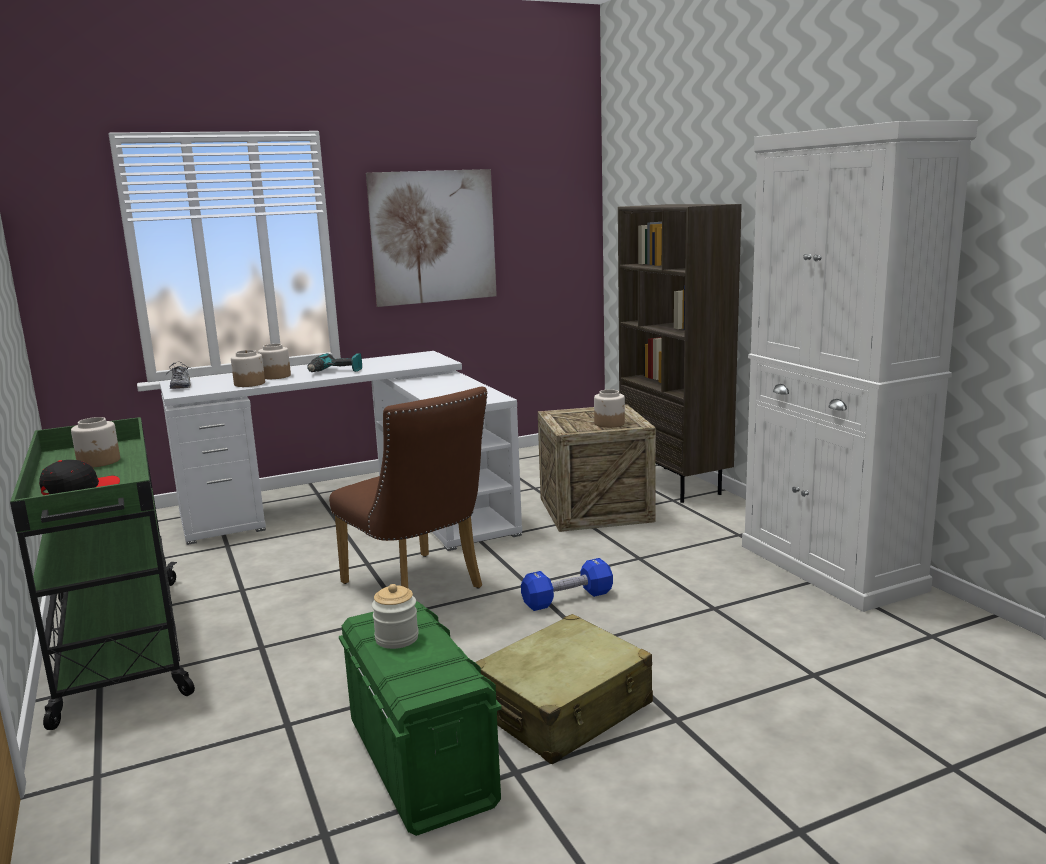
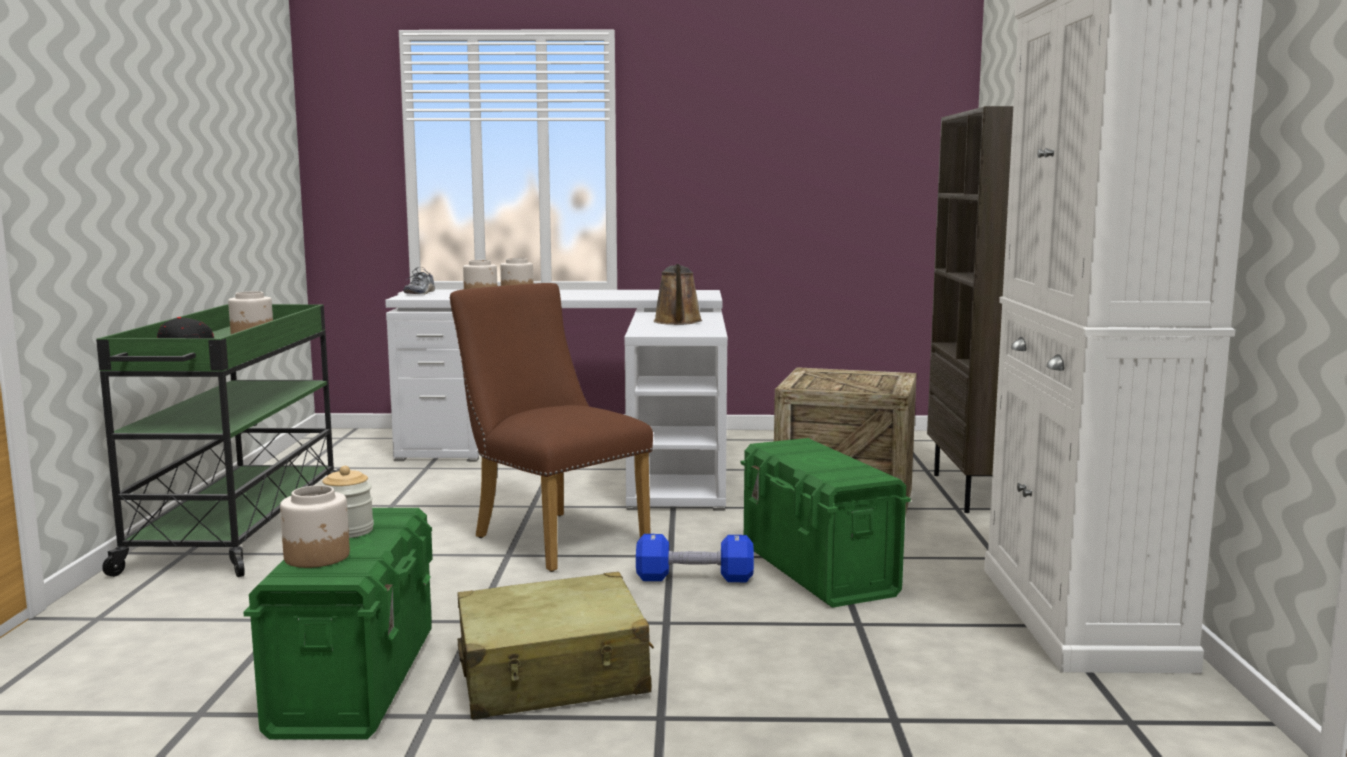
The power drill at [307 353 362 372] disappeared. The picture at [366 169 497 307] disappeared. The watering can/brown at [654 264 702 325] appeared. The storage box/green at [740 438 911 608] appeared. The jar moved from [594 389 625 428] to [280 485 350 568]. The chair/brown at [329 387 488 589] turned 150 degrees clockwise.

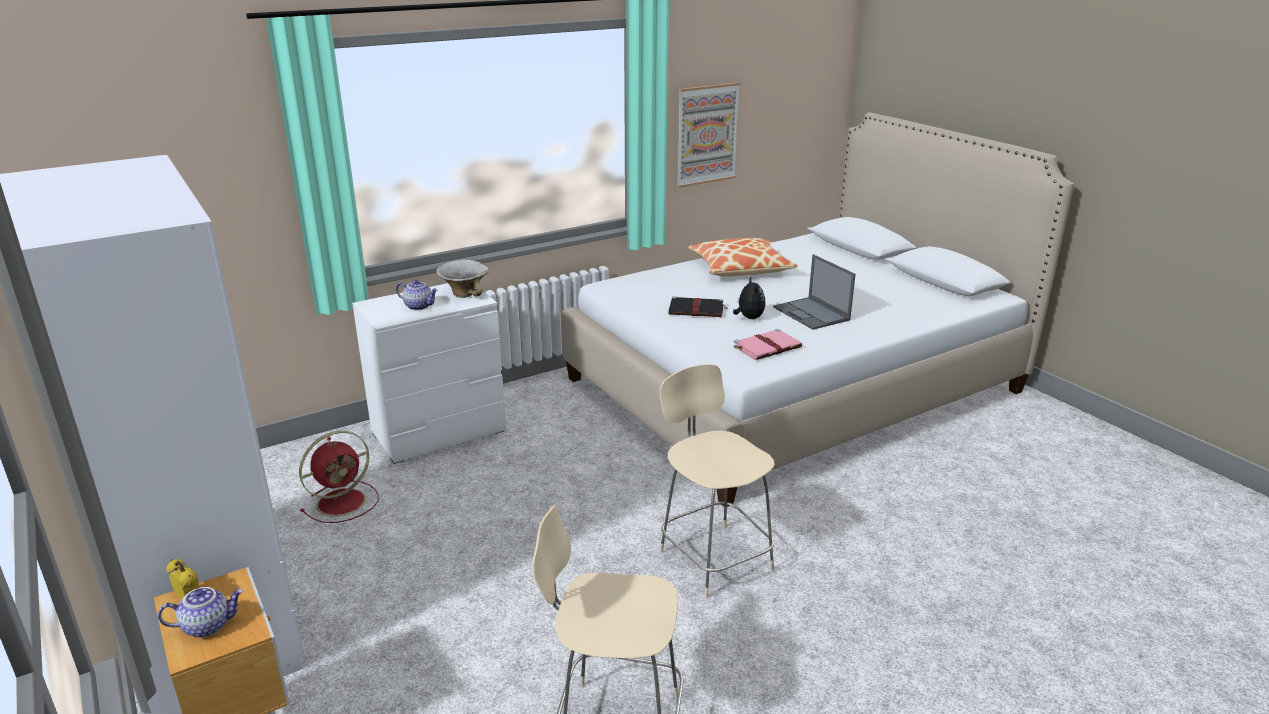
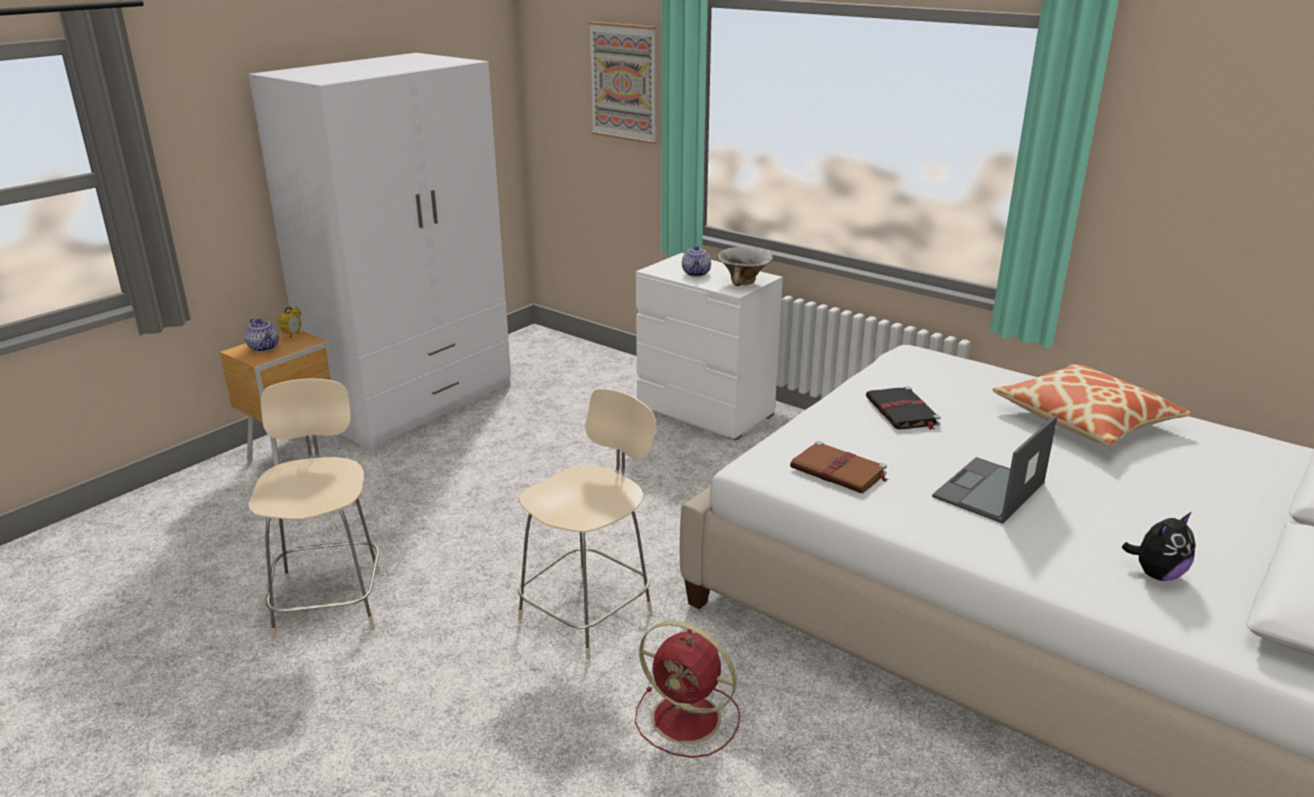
The fan/red moved from [299 431 379 523] to [635 621 740 758]. The picture moved from [677 82 740 188] to [588 22 656 144]. The plush toy moved from [733 277 766 319] to [1122 512 1196 581]. The book/pink at [733 329 802 360] became the book/brown at [790 441 889 493].

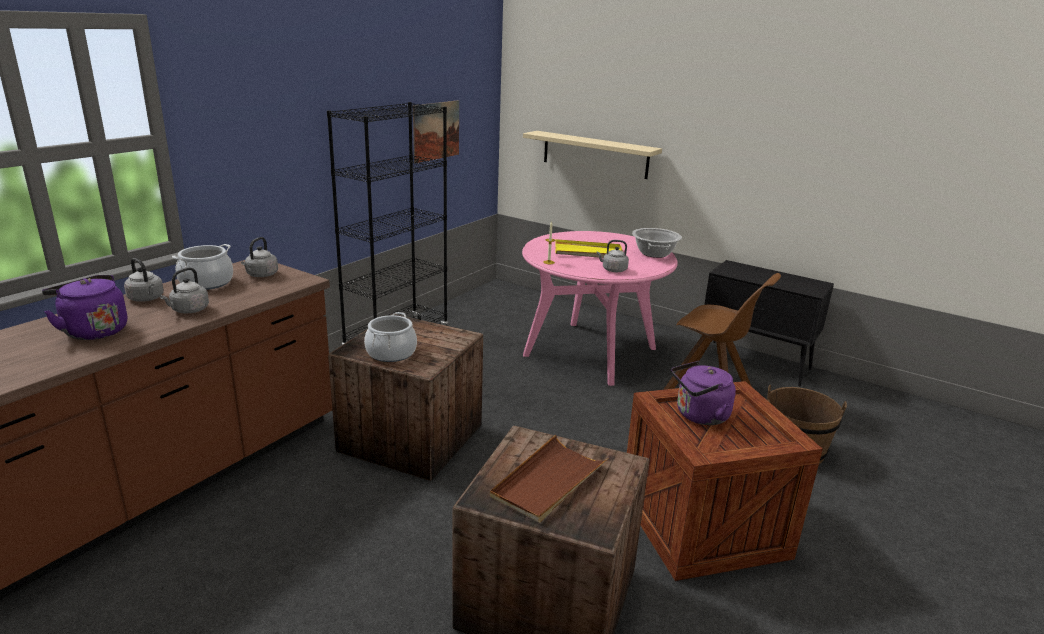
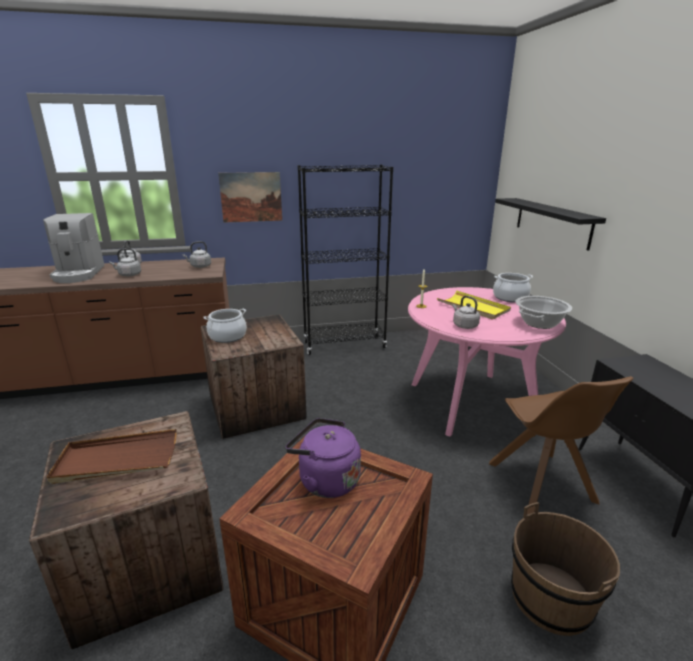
The cooking pot moved from [172 244 233 290] to [493 273 533 303]. The picture moved from [413 100 459 163] to [218 172 282 223]. The kettle/purple at [42 275 127 340] was replaced by the coffee machine at [43 213 104 283]. The shelf/beige at [523 131 662 179] became the shelf/black at [495 198 606 251].

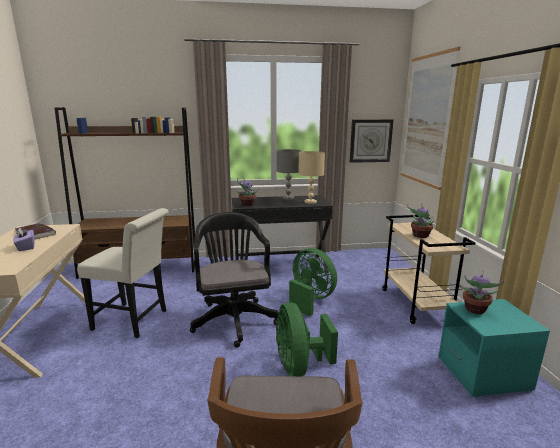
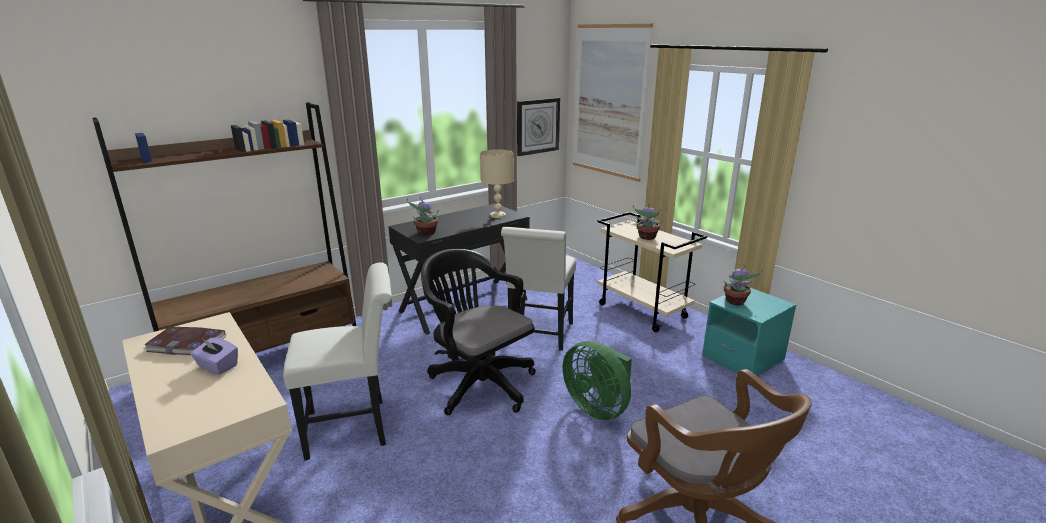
The table lamp/grey at [276 149 301 200] disappeared. The fan/green at [289 248 337 316] was replaced by the chair/white at [501 227 576 351].

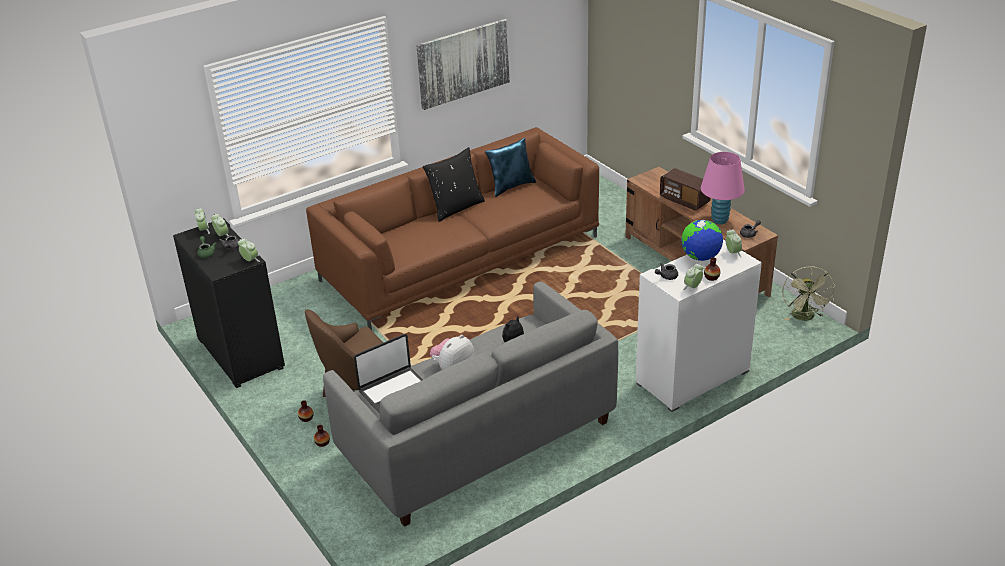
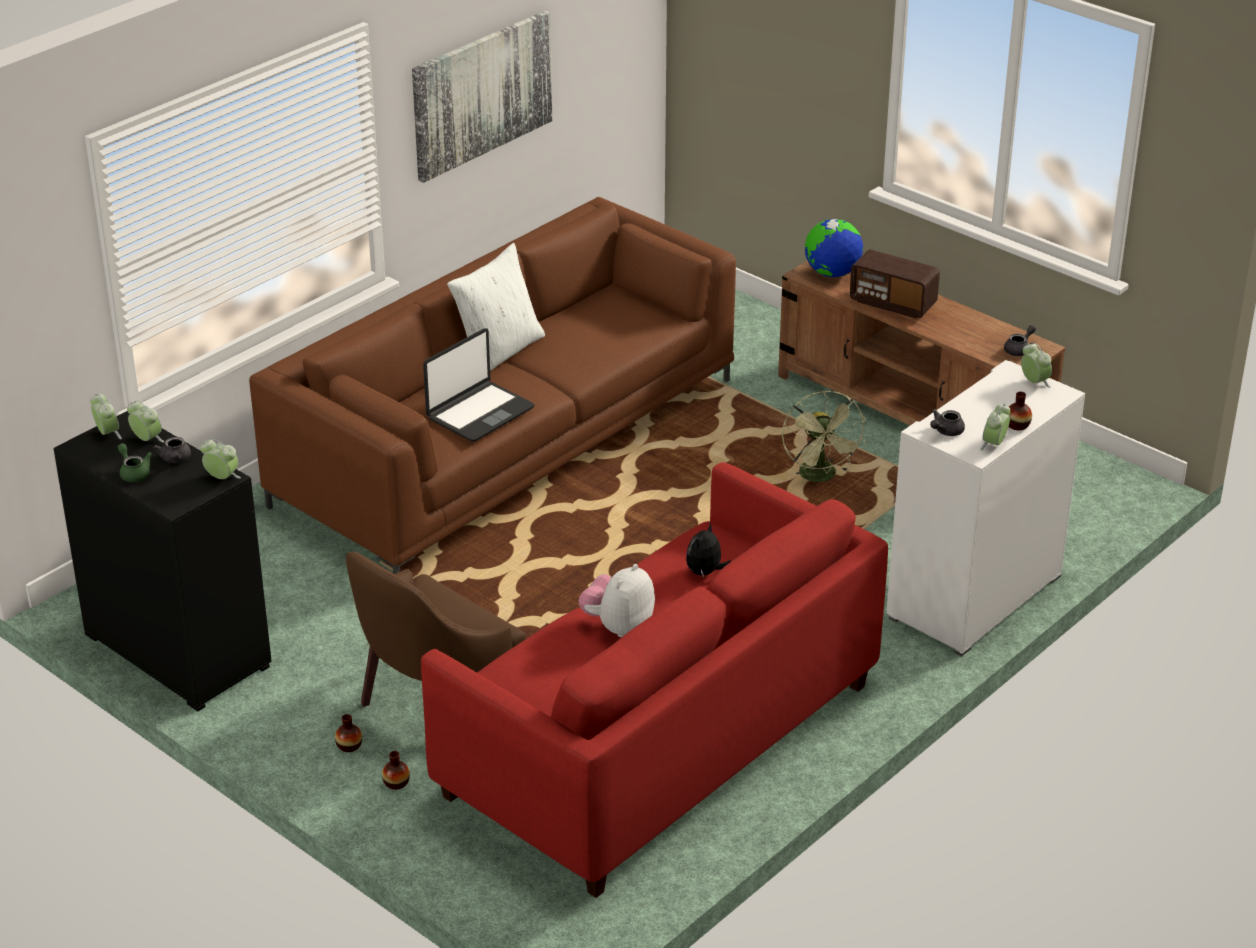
The pillow/blue at [485 138 536 197] disappeared. The table lamp/pink at [701 152 745 224] disappeared. The laptop moved from [354 334 423 413] to [423 328 534 442]. The globe moved from [681 220 723 261] to [805 219 863 277]. The fan/green moved from [782 266 835 321] to [782 391 866 482]. The sofa/grey at [323 282 618 527] became the sofa/red at [421 462 888 898]. The pillow/black at [423 147 485 222] became the pillow/white at [447 243 545 371].

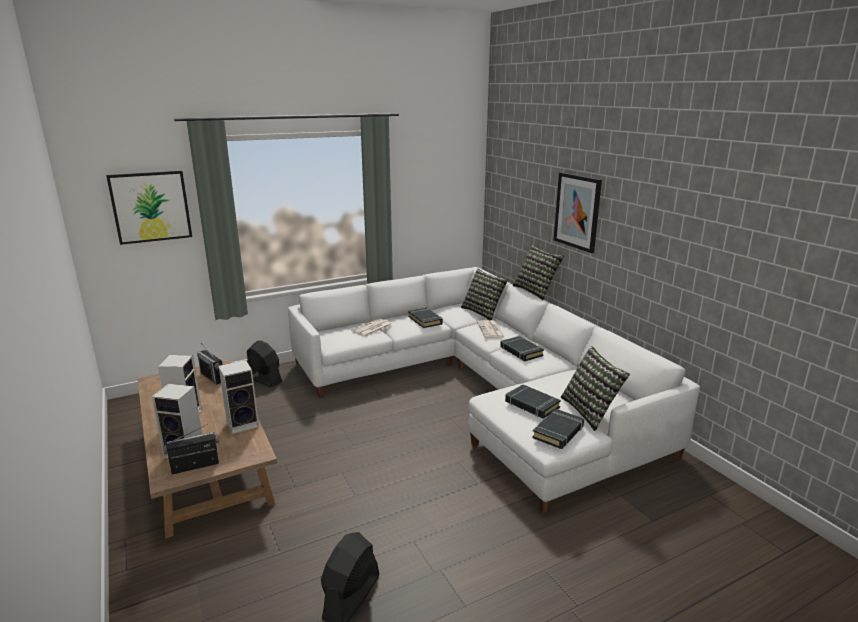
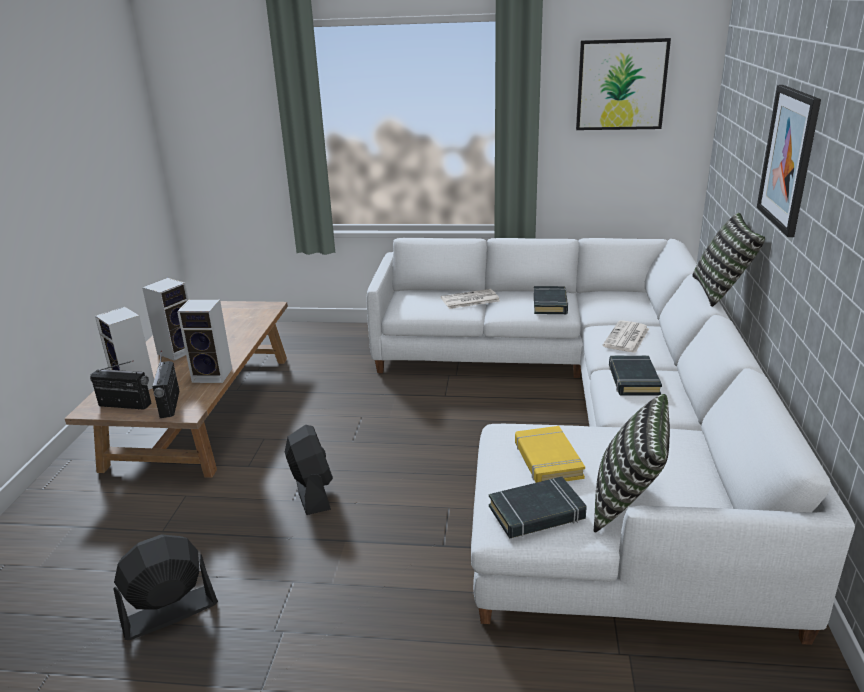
The pillow at [461 269 508 320] disappeared. The picture moved from [106 171 192 245] to [576 38 671 130]. The radio moved from [197 343 222 385] to [152 350 179 418]. The fan/black moved from [247 340 282 387] to [285 425 333 515]. The book/black at [505 384 561 419] became the book/yellow at [515 426 585 483].

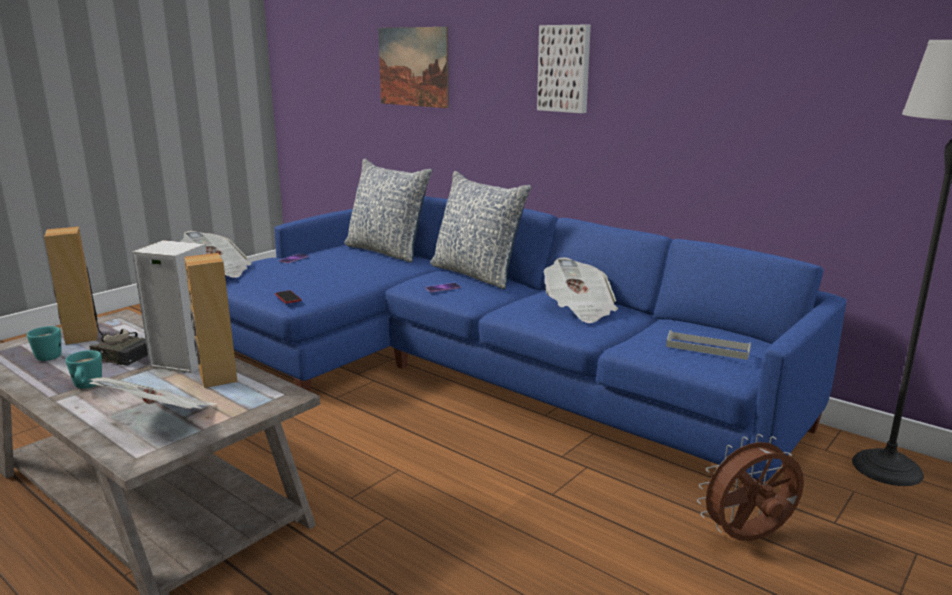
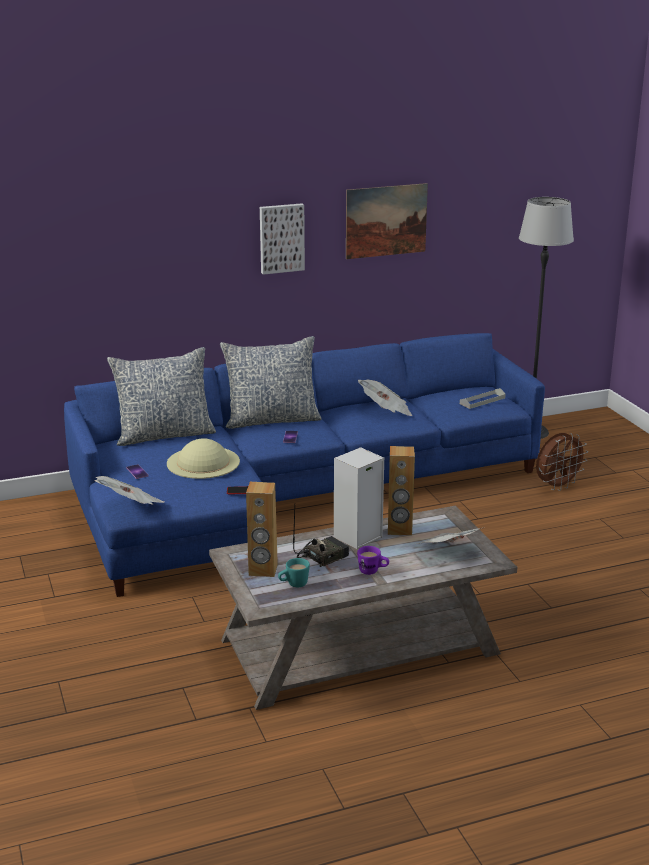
The hat/beige at [167 438 240 479] appeared. The picture moved from [378 27 449 108] to [346 183 428 259]. The mug/turquoise at [65 350 102 389] became the mug/purple at [357 546 389 575]. The fan/brown at [697 434 804 541] turned 135 degrees counterclockwise.

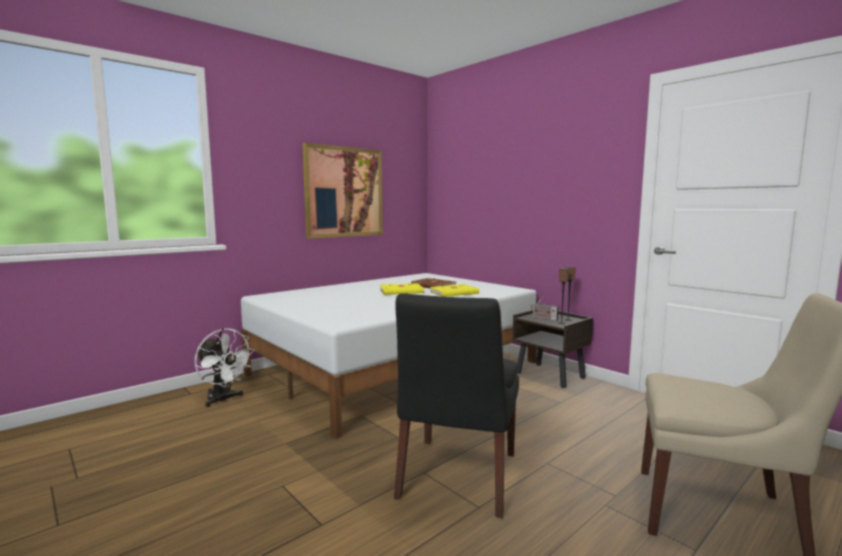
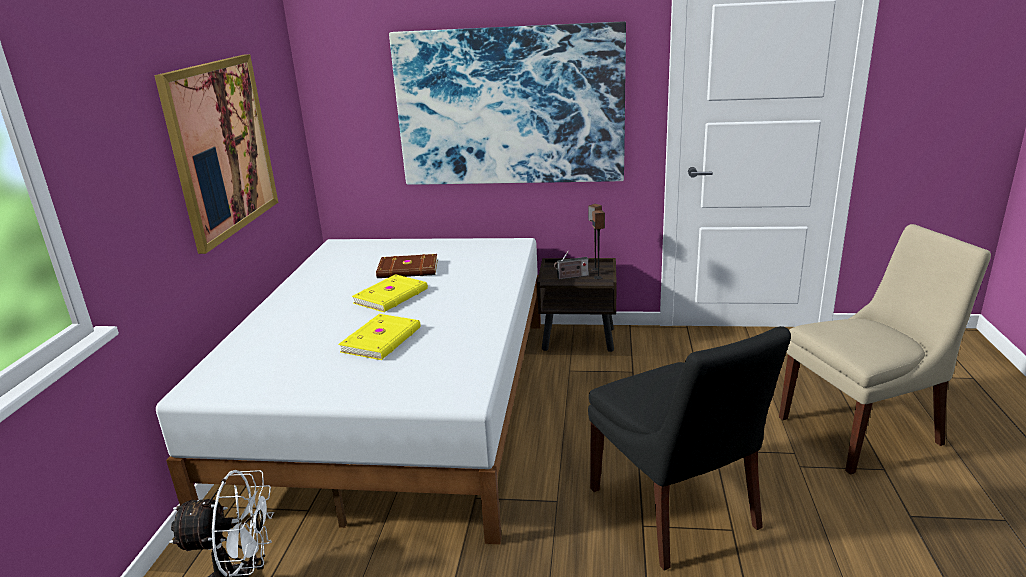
The picture at [389 21 626 185] appeared. The book/yellow moved from [430 284 479 297] to [339 314 421 360].

